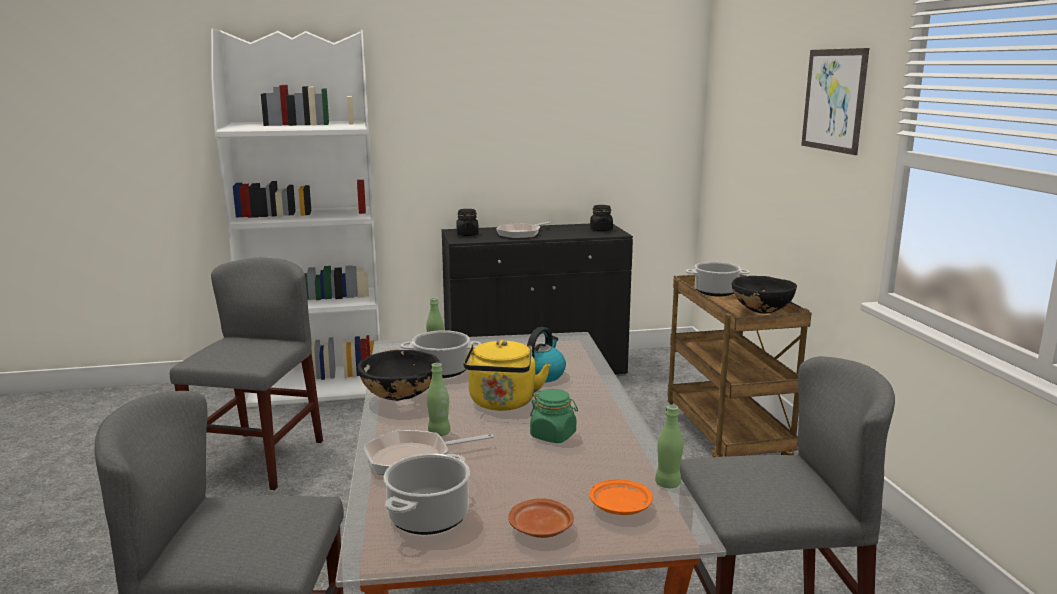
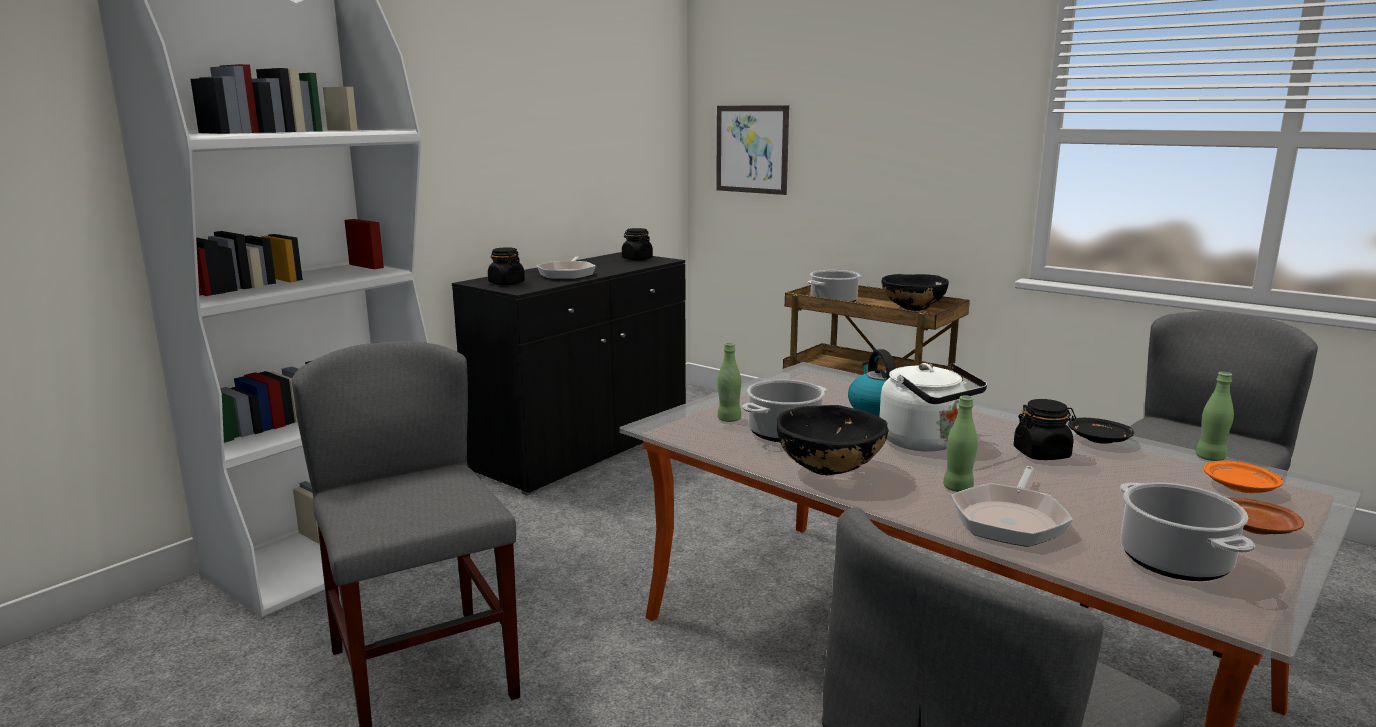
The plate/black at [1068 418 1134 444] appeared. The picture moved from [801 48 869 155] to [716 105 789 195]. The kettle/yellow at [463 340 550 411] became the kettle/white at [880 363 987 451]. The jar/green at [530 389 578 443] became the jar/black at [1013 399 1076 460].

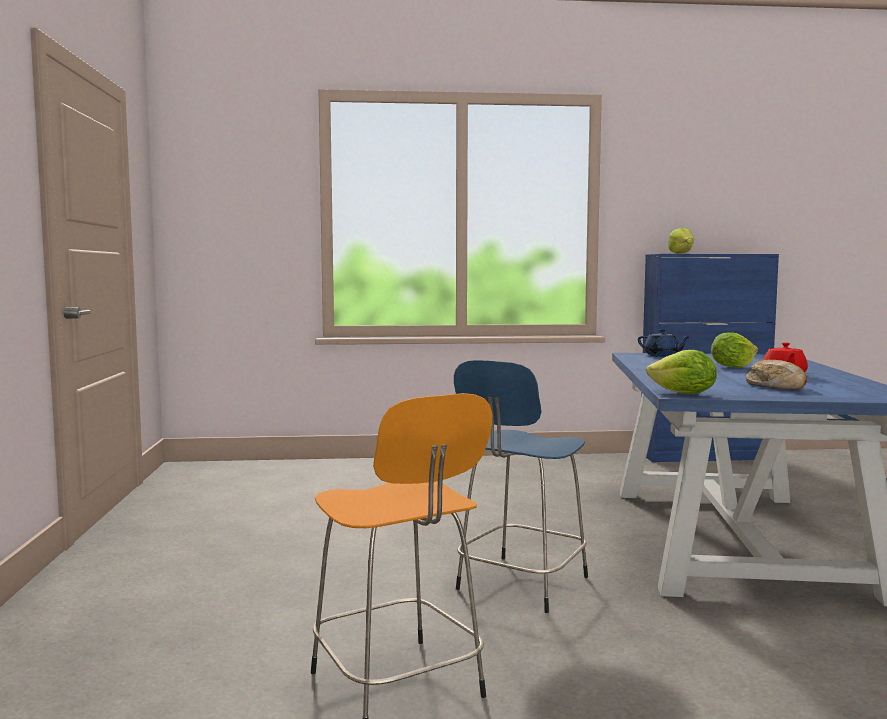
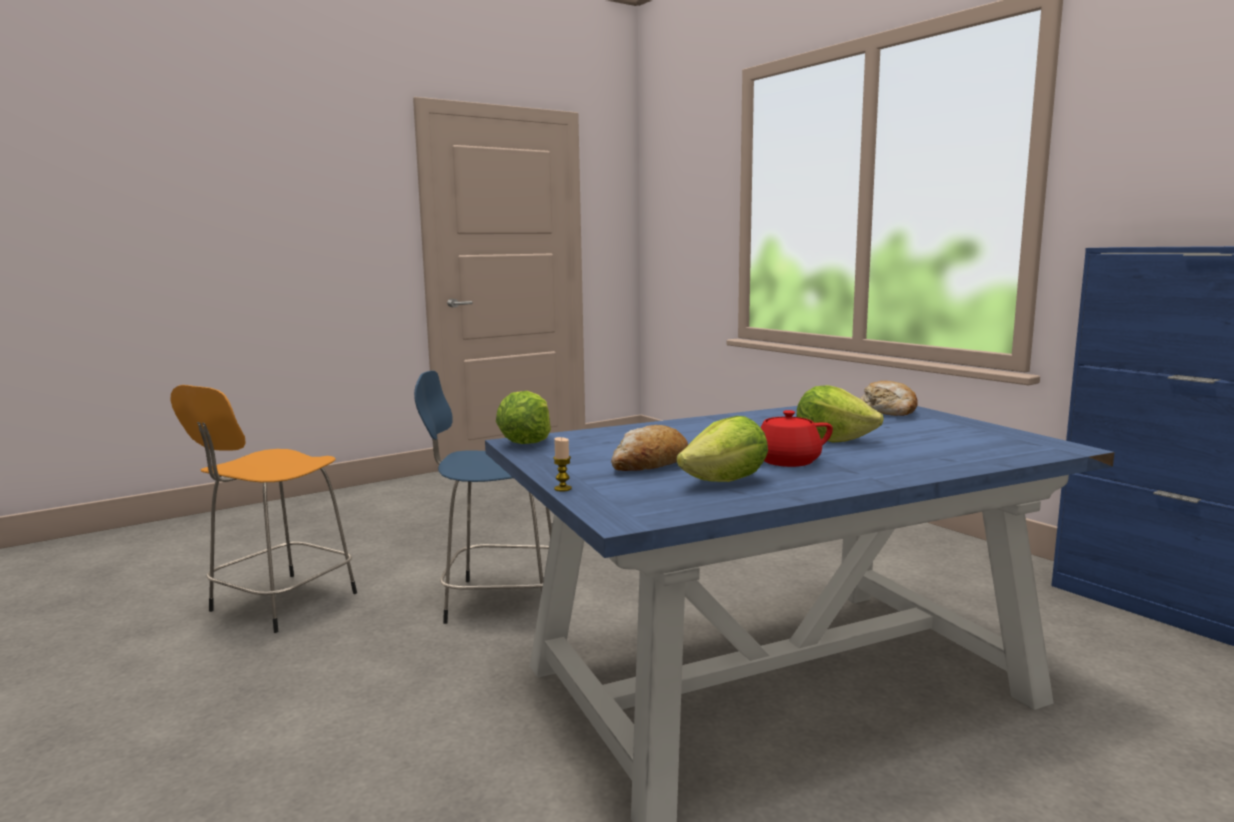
The candle at [553 437 572 492] appeared. The lettuce moved from [668 228 694 254] to [677 416 768 482]. The teapot/blue at [638 329 691 357] was replaced by the bread at [860 381 918 416].

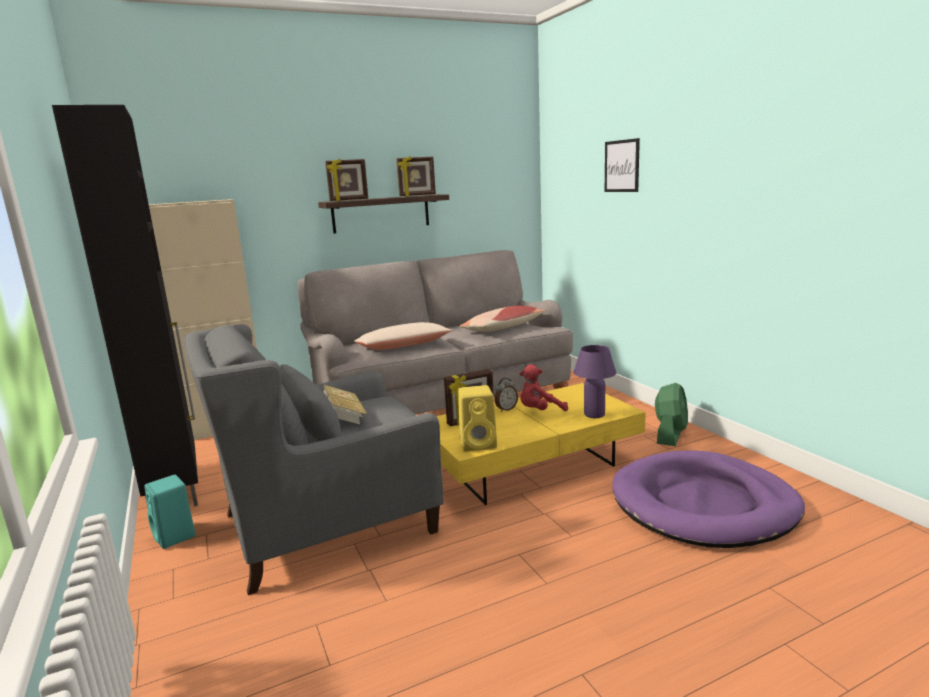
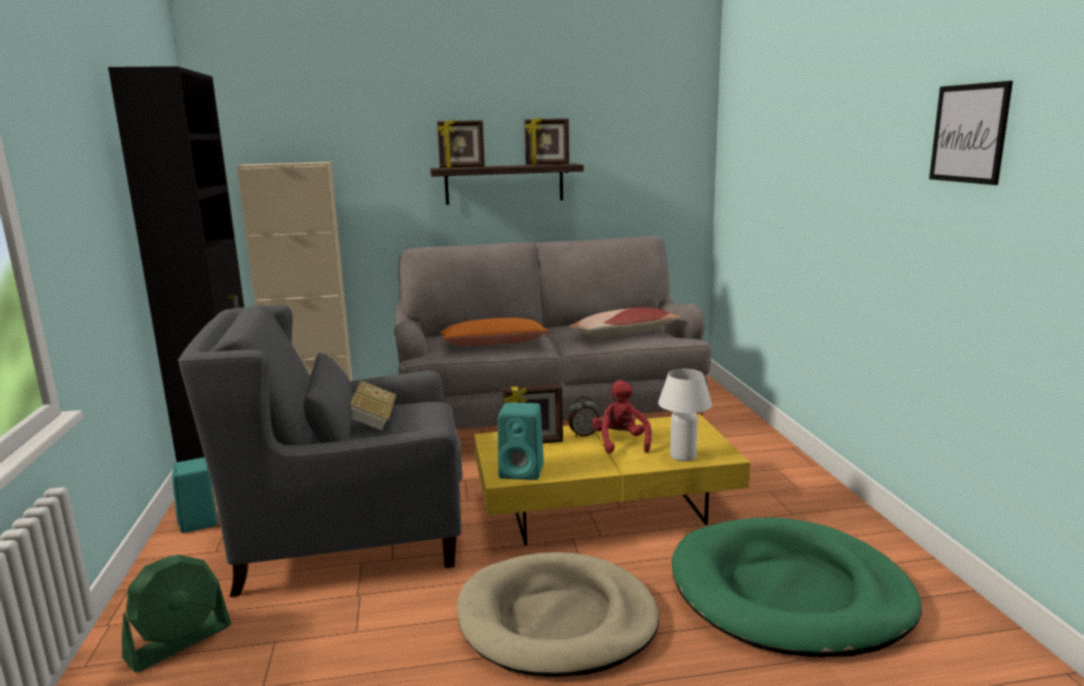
The dog bed/beige at [457 552 659 677] appeared. The picture moved from [605 138 640 192] to [929 81 1013 185]. The fan/green moved from [655 383 688 446] to [122 555 231 672]. The pillow/beige at [354 322 452 350] became the pillow/orange at [440 318 550 346]. The speaker/yellow at [458 385 497 451] became the speaker/turquoise at [498 402 544 480]. The table lamp/purple at [574 345 616 418] became the table lamp/white at [658 369 712 461]. The dog bed/purple at [612 450 805 548] became the dog bed/green at [672 517 922 657]. The plush toy/red at [520 364 568 411] turned 90 degrees clockwise.

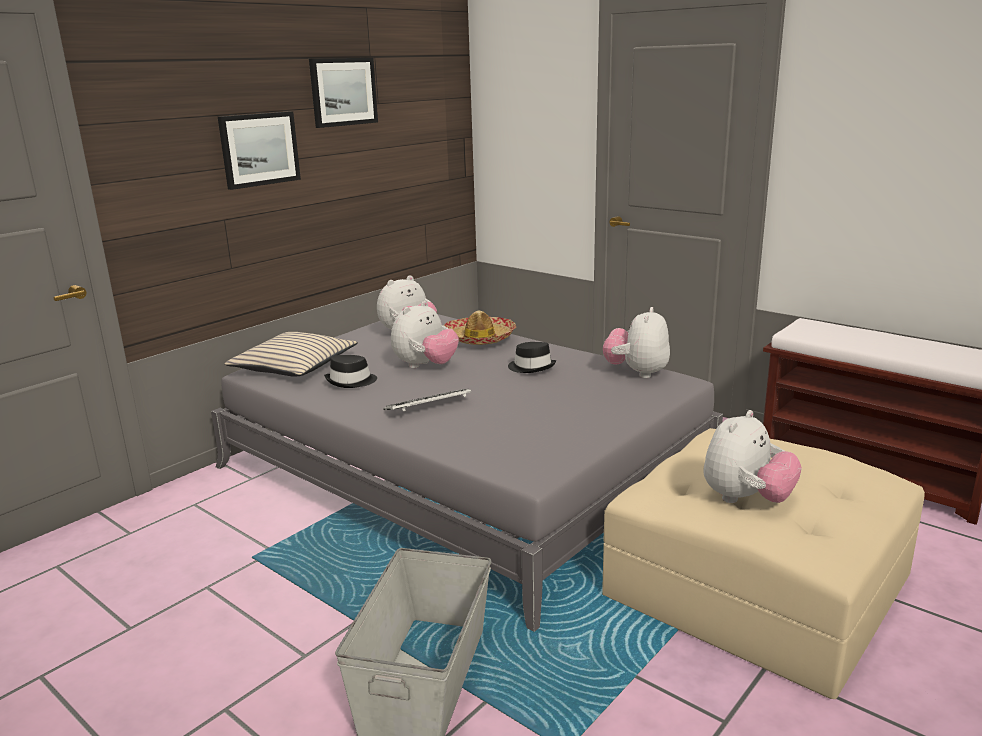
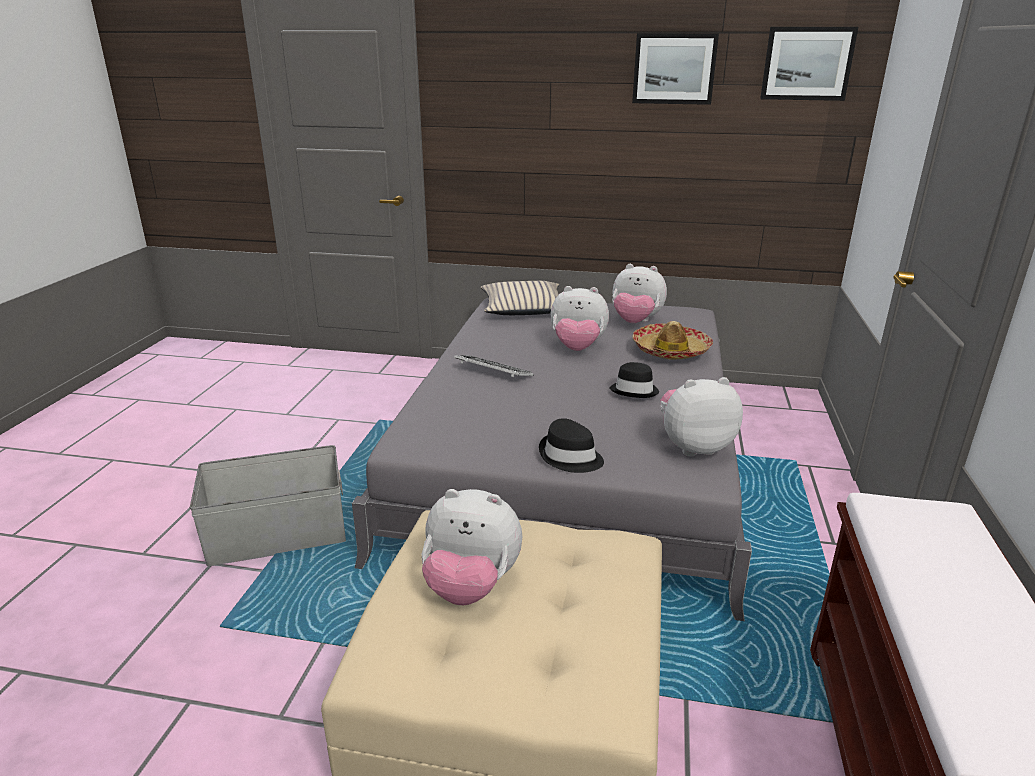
The picture moved from [218 111 301 190] to [760 27 858 101]. The hat/black moved from [324 355 377 388] to [539 418 604 473].

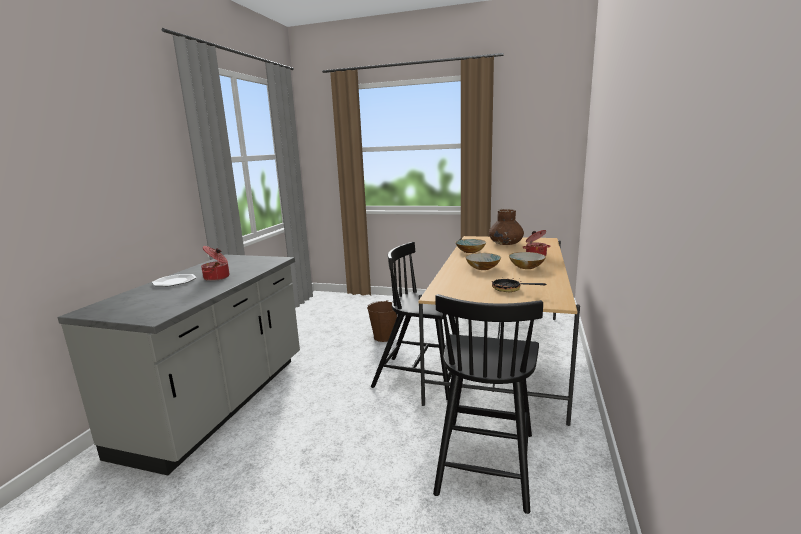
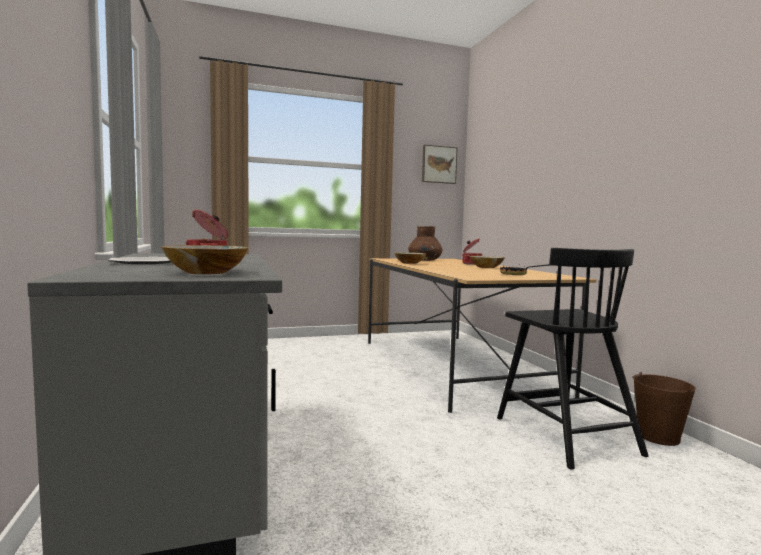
The chair/black at [371 242 456 401] disappeared. The picture at [422 145 457 184] appeared. The bucket/brown moved from [367 300 397 342] to [633 372 696 446]. The bowl moved from [465 253 501 270] to [161 245 248 274].

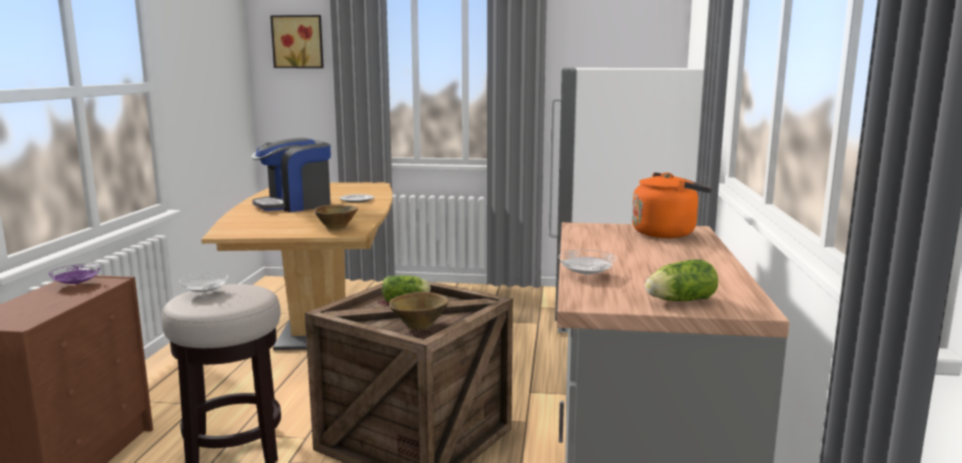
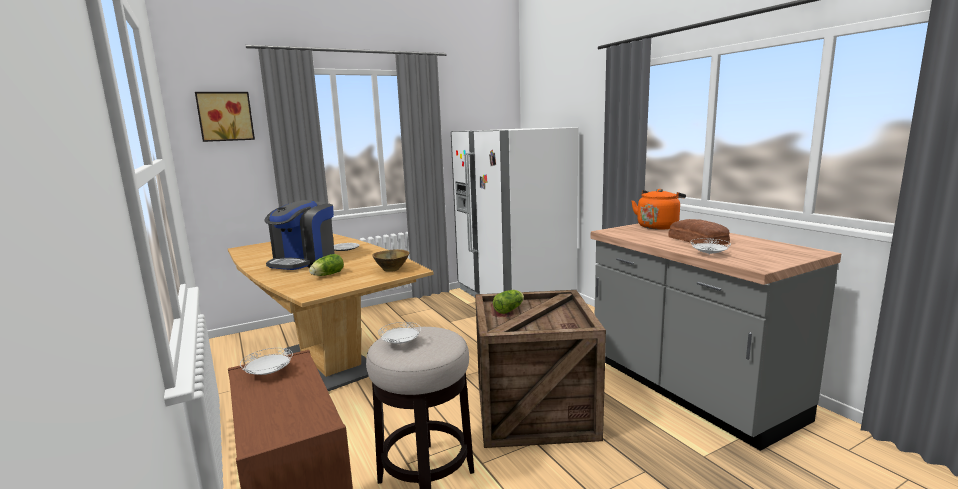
The bowl/brown at [389 292 448 329] disappeared. The bread at [668 219 730 245] appeared. The lettuce moved from [645 259 718 301] to [309 254 344 276]. The plate/purple at [49 264 100 285] became the plate/white at [240 348 293 375].

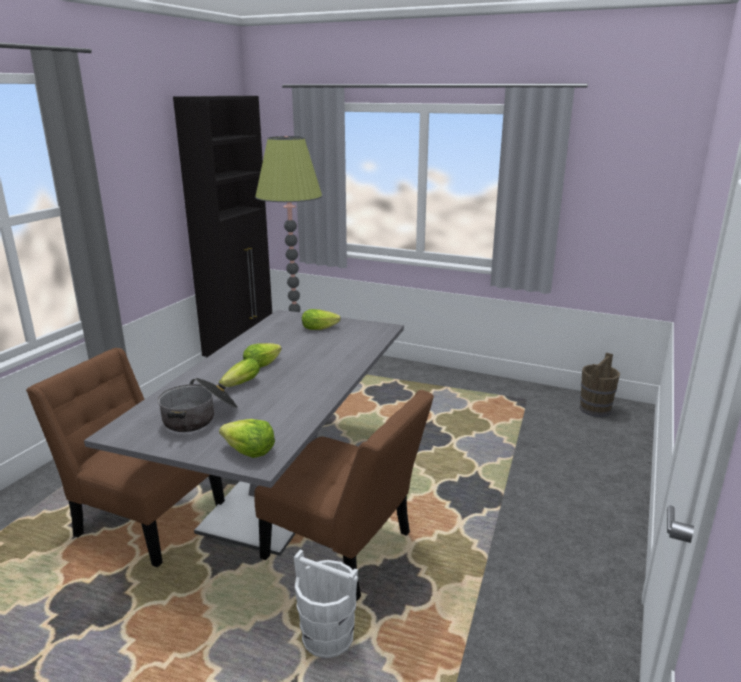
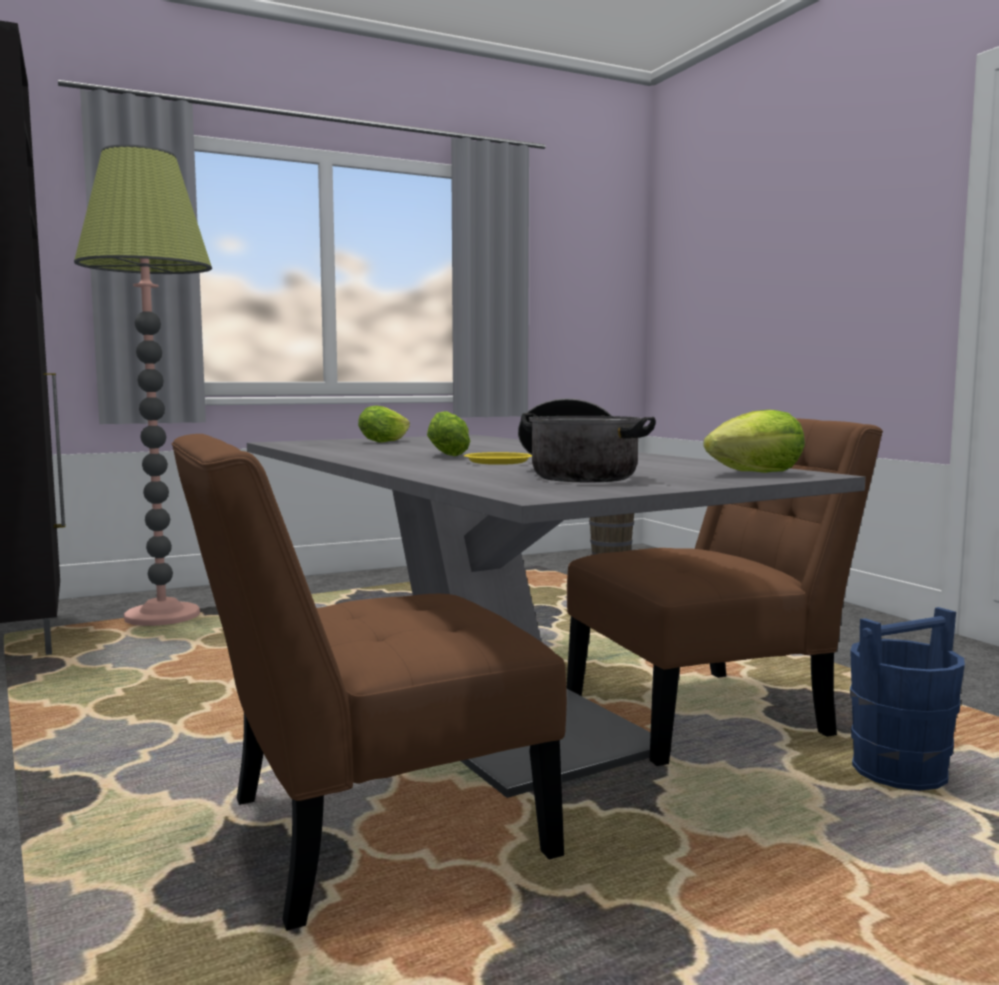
The lettuce at [219 358 260 387] was replaced by the plate/yellow at [464 452 532 465]. The bucket/white at [294 549 358 658] became the bucket/blue at [850 607 965 791].

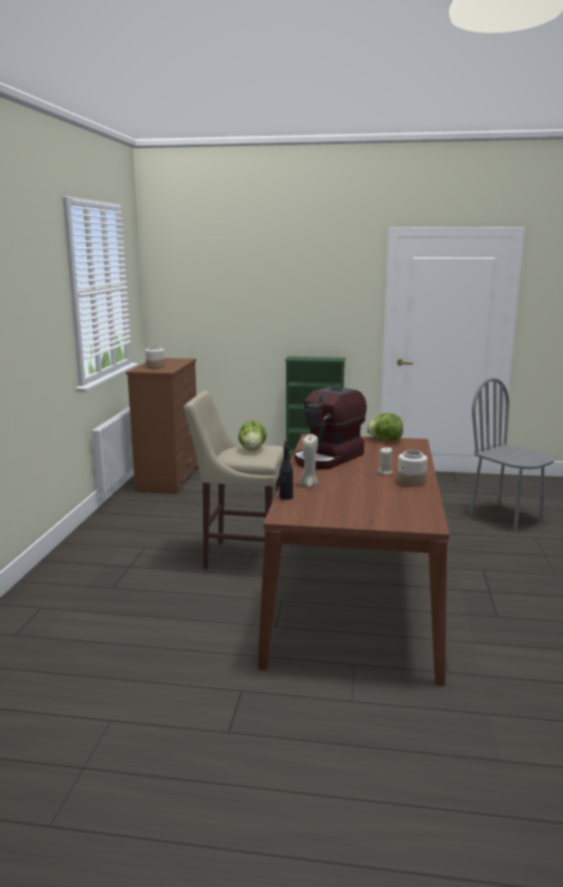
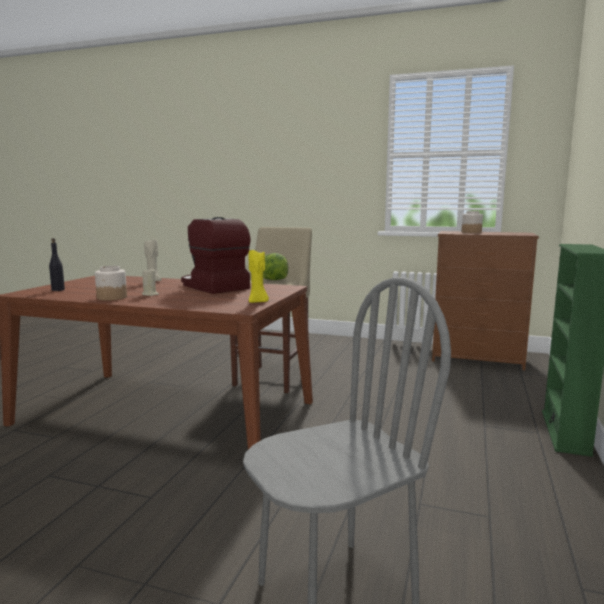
The bottle/black moved from [279 440 293 500] to [49 238 65 291]. The lettuce at [367 413 403 441] was replaced by the candle/yellow at [249 250 269 303].

